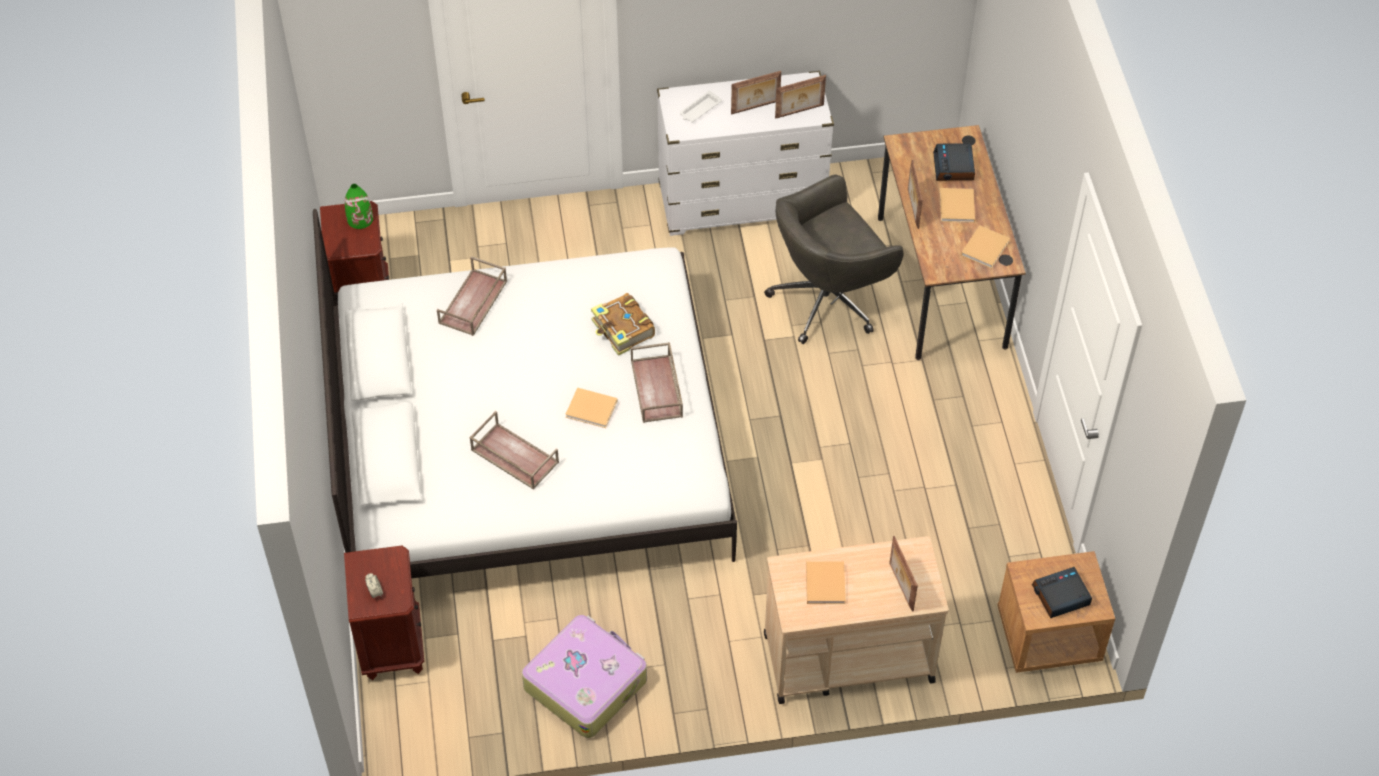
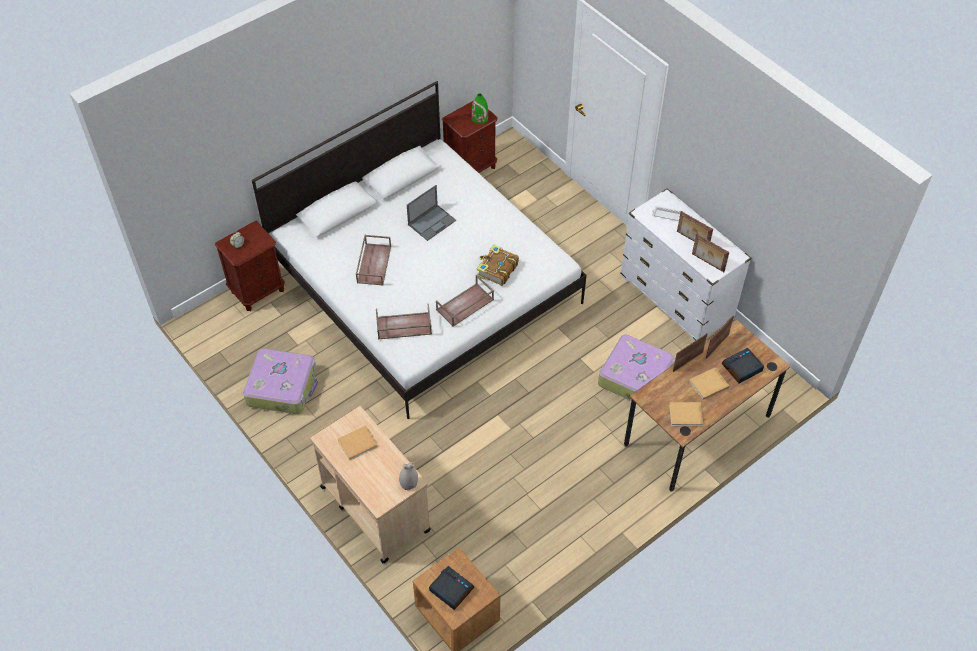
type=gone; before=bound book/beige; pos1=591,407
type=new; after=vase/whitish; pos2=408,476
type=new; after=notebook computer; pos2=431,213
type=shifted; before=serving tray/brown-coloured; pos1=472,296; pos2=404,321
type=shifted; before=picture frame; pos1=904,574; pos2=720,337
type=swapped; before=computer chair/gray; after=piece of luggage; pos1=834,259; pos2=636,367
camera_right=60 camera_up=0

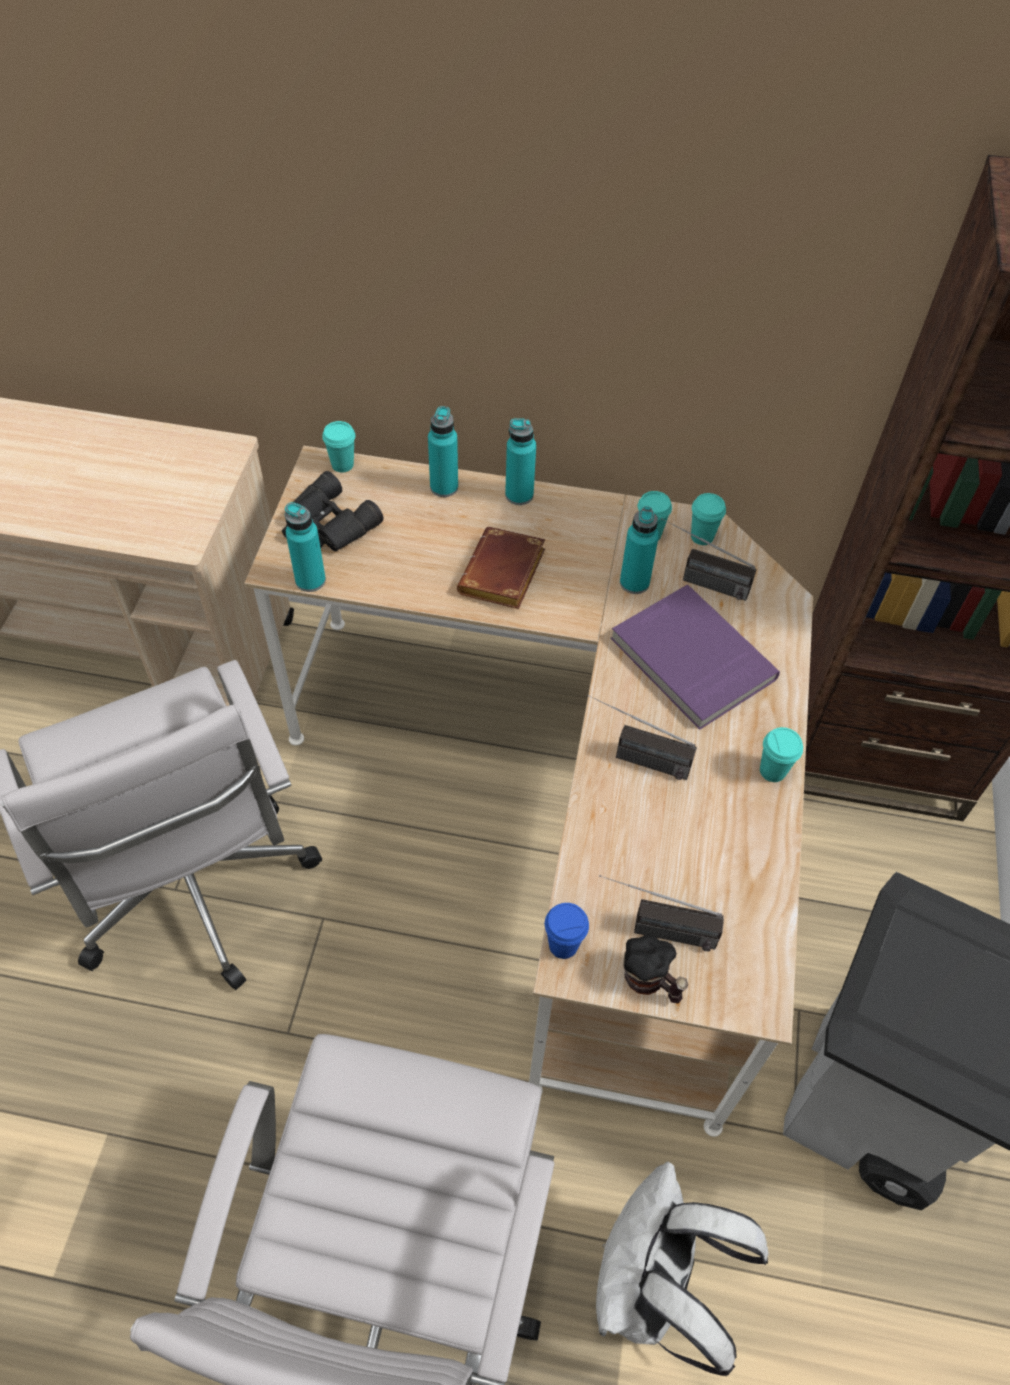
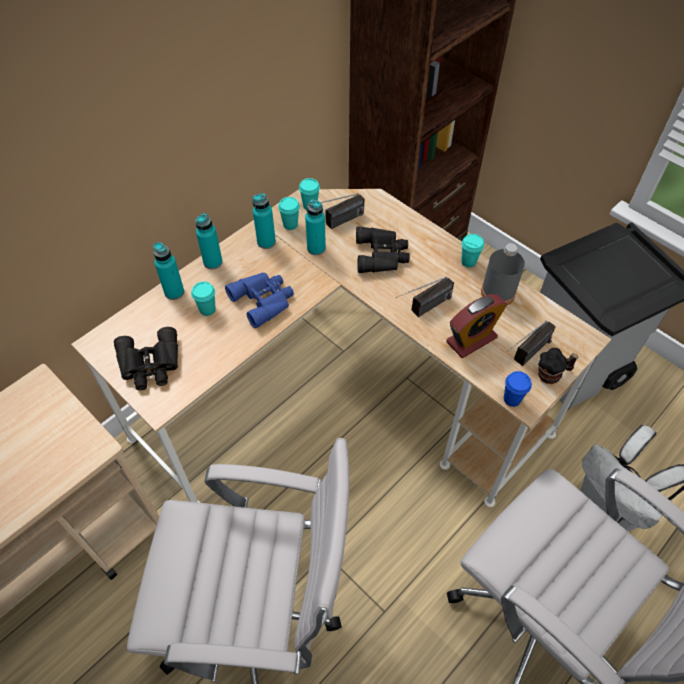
type=new; after=table clock; pos2=476,326
type=new; after=bottle/gray; pos2=503,274
type=shifted; before=bottle/turquoise; pos1=305,547; pos2=264,221
type=shifted; before=drinking cup/turquoise; pos1=339,447; pos2=203,298
type=swapped; before=bound book/brown-coloured; after=field glasses/blue; pos1=501,568; pos2=259,300
type=swapped; before=bound book/purple; after=field glasses/blackish; pos1=695,657; pos2=383,249
camera_right=-55 camera_up=0

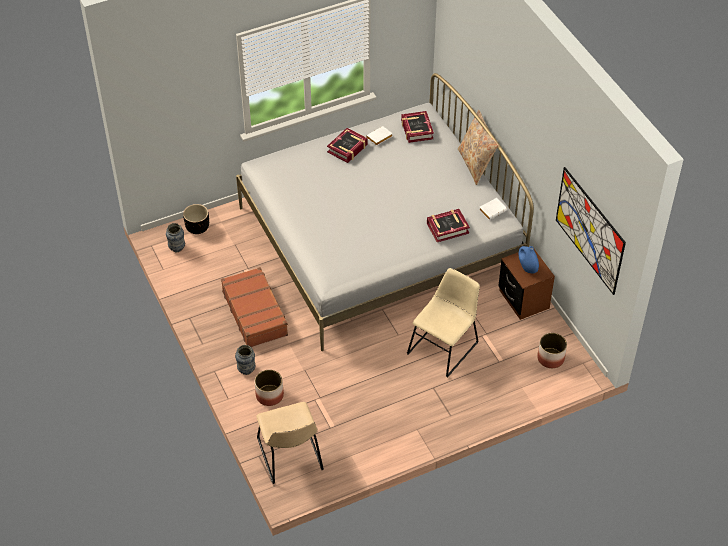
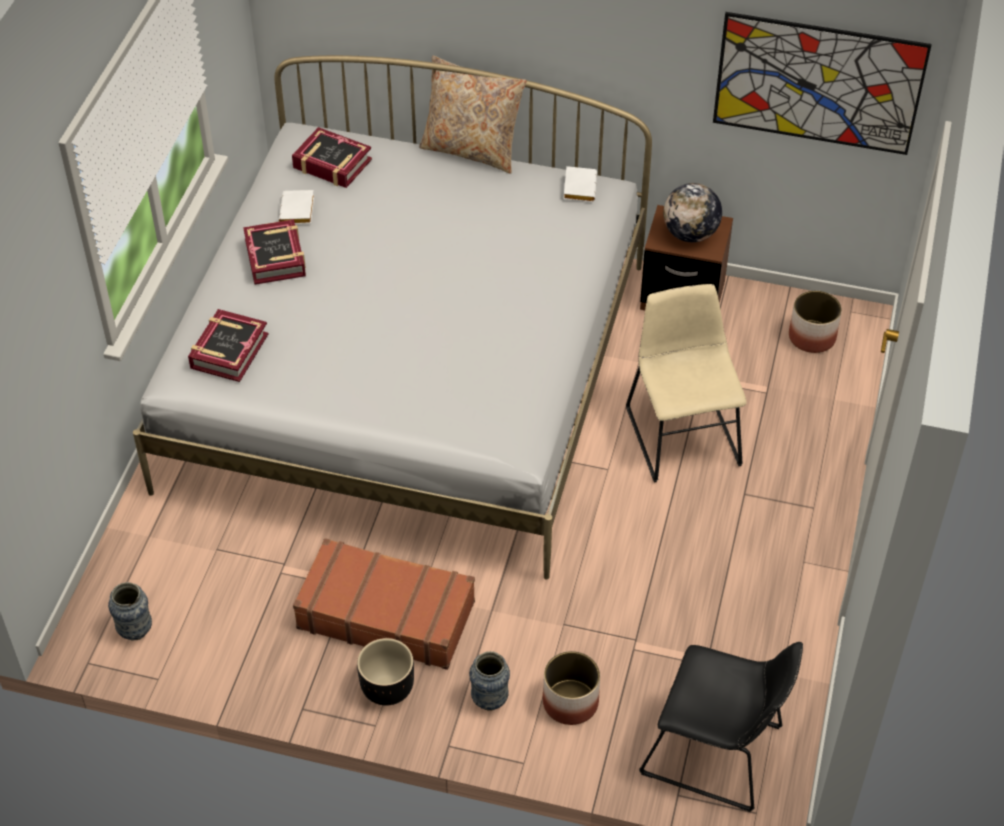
type=shifted; before=plant pot/blackish; pos1=196,219; pos2=385,672
type=shifted; before=bound book; pos1=448,225; pos2=228,345
type=swapped; before=vase/blue; after=world globe; pos1=529,259; pos2=692,212
type=repainted; before=plain chair/beige; after=plain chair/blackish; pos1=290,443; pos2=721,727
camera_right=-50 camera_up=0

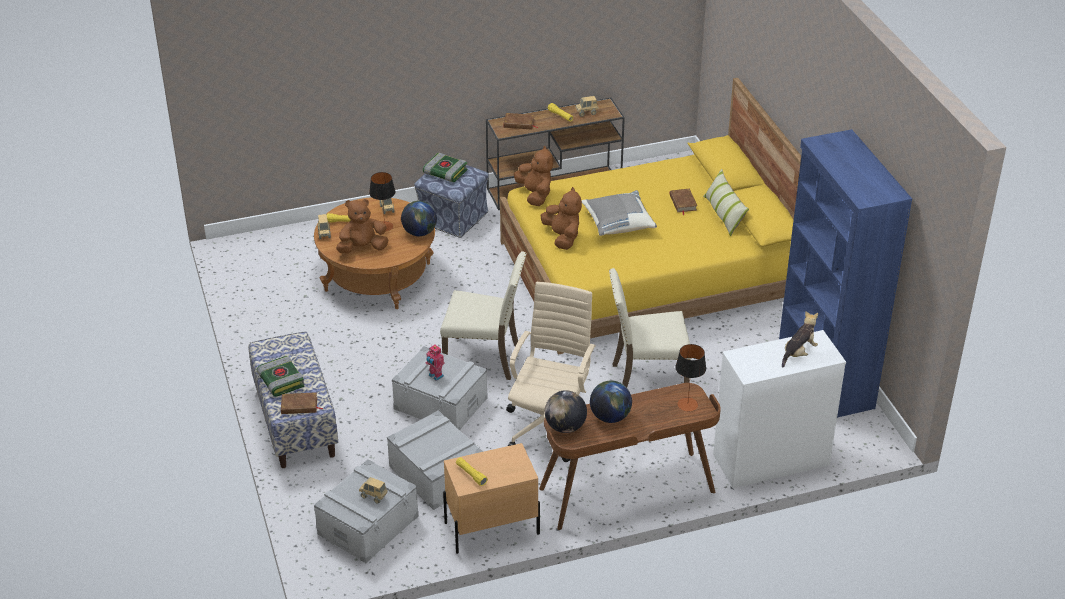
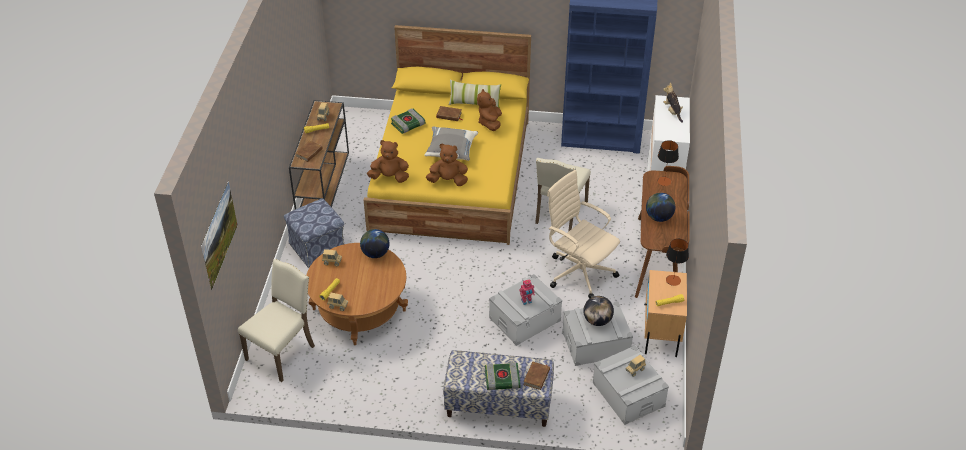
type=new; after=picture; pos2=219,236
type=shifted; before=soft toy/brown-coloured; pos1=362,226; pos2=489,110
type=shifted; before=table lamp; pos1=382,201; pos2=677,262
type=shifted; before=bound book; pos1=445,167; pos2=408,121
type=shifted; before=plain chair/beige; pos1=483,315; pos2=276,320
type=shifted; before=world globe; pos1=566,411; pos2=598,311
camera_right=-65 camera_up=5

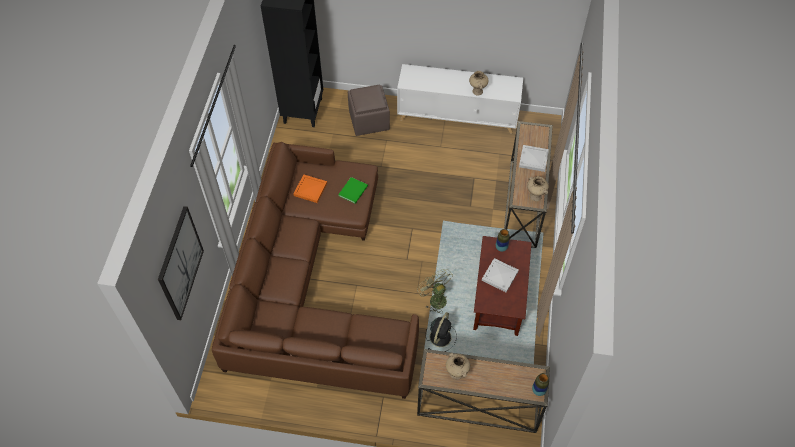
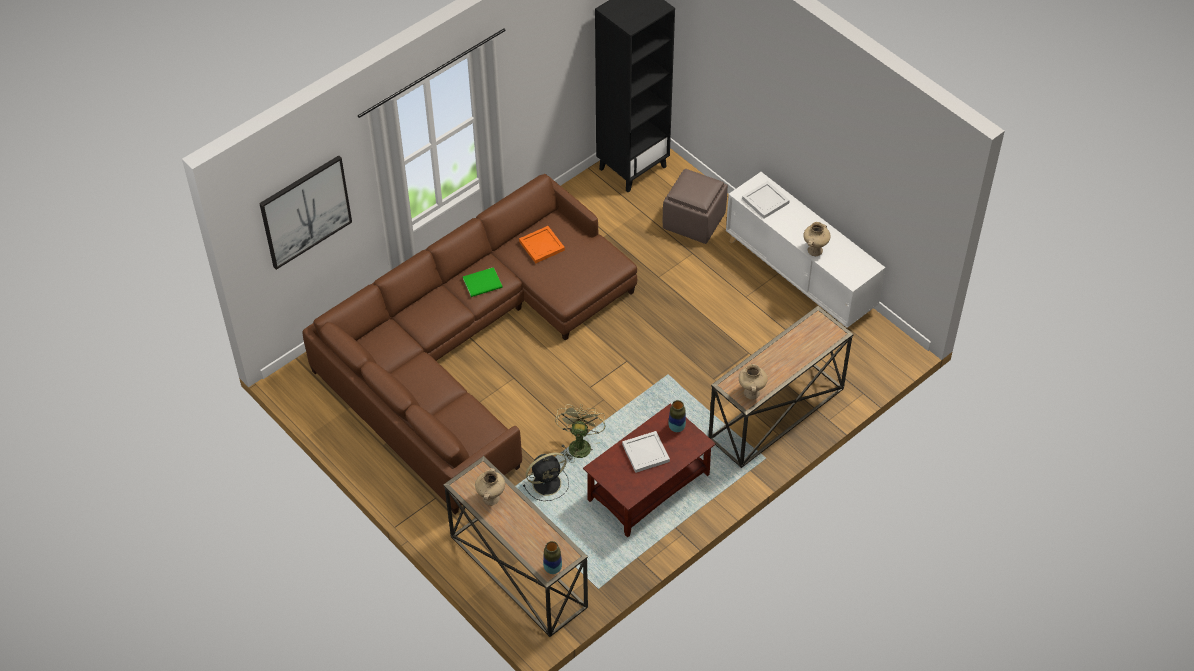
type=shifted; before=bound book/greenish; pos1=353,190; pos2=483,282
type=shifted; before=serving tray/whitish; pos1=534,158; pos2=766,200
camera_right=40 camera_up=-5

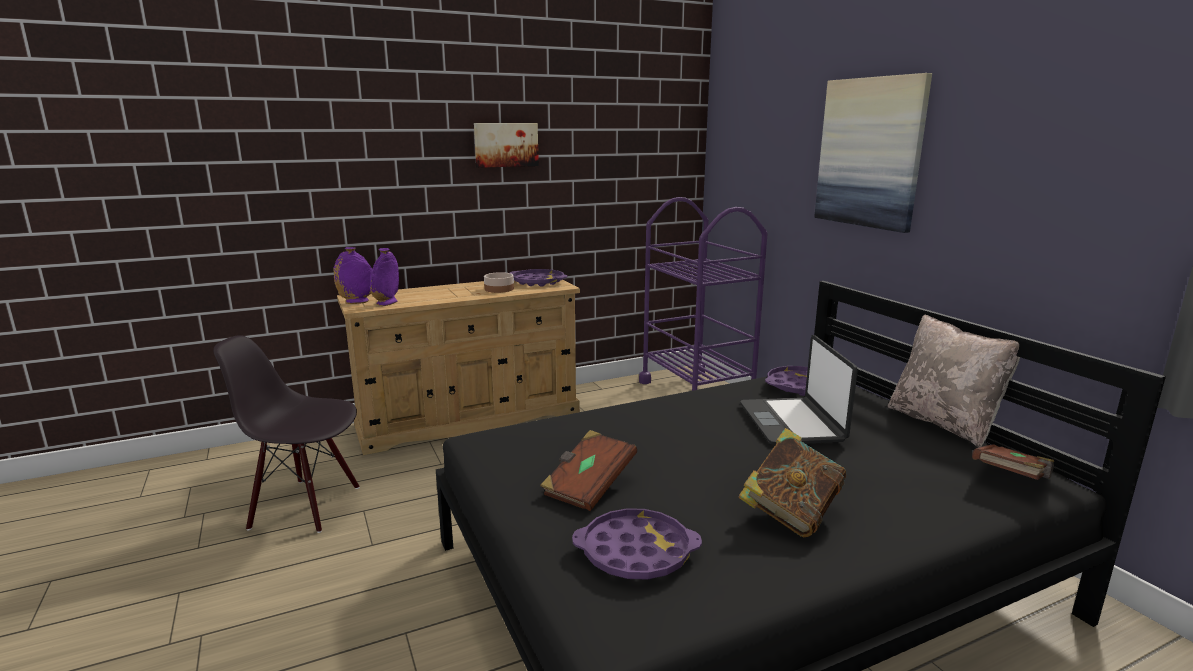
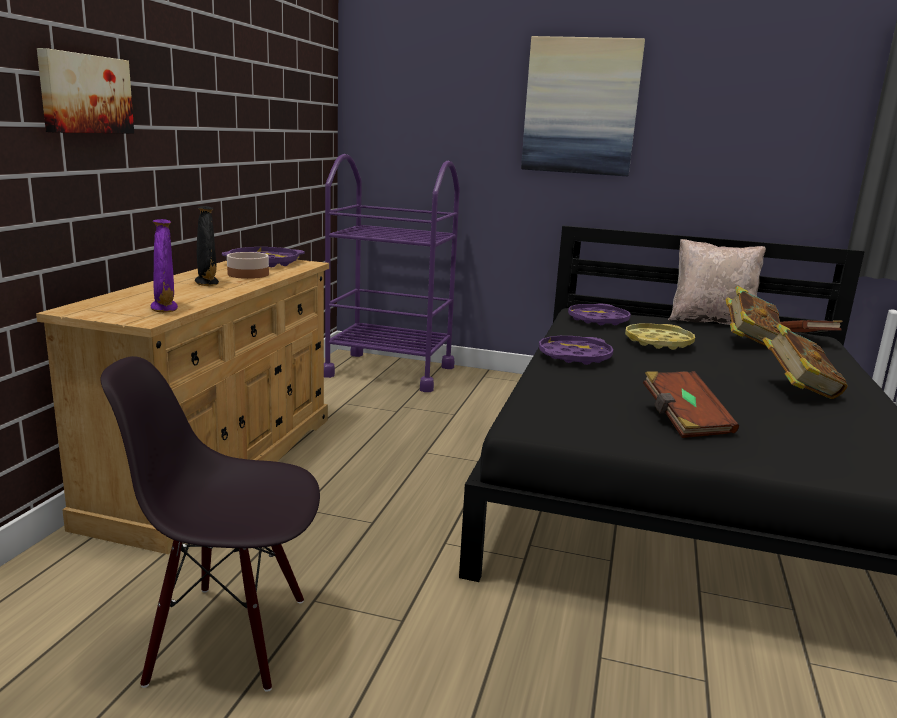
type=gone; before=vase/purple; pos1=353,275
type=new; after=vase/blackish; pos2=207,246
type=new; after=bound book; pos2=753,316
type=shifted; before=picture; pos1=506,145; pos2=85,90
type=shifted; before=serving tray/purple; pos1=637,543; pos2=576,350
type=swapped; before=notebook computer; after=serving tray/yellow; pos1=799,390; pos2=660,336
type=rotated; before=plain chair/blackish; pos1=286,434; pos2=210,524; turn=45
camera_right=-50 camera_up=0

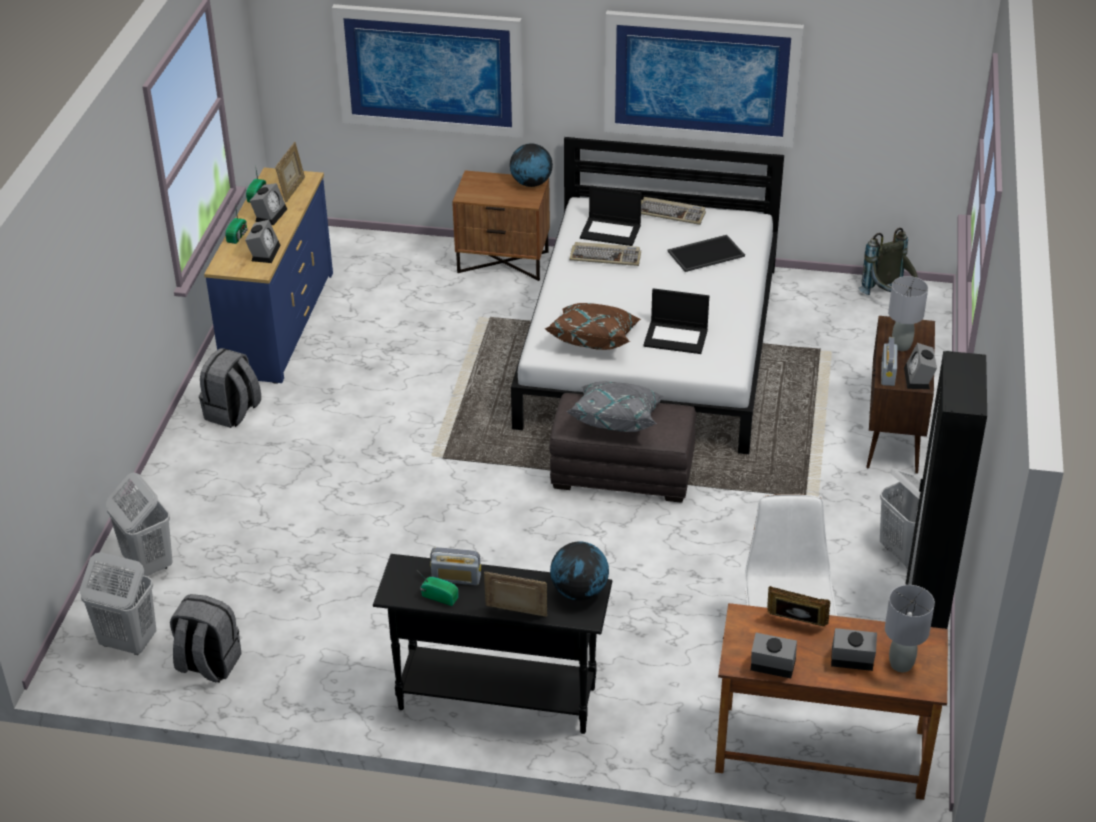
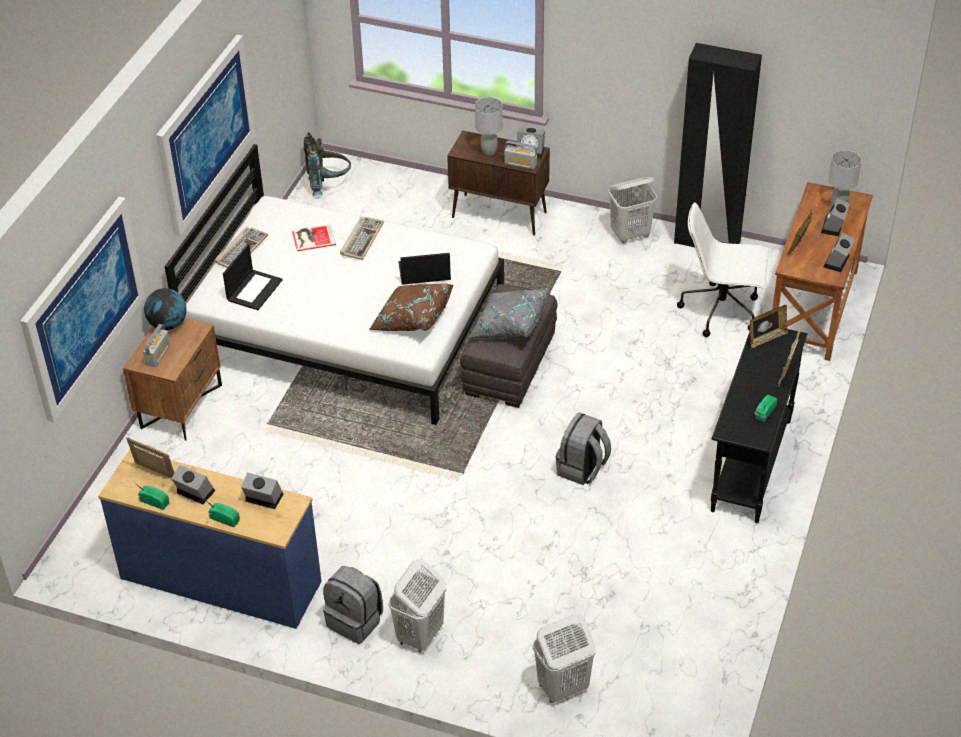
type=shifted; before=laundry basket/whitish; pos1=118,603; pos2=417,606
type=shifted; before=knapsack/gray; pos1=206,638; pos2=583,449
type=shifted; before=radio; pos1=455,566; pos2=156,345
type=shifted; before=computer keyboard; pos1=605,254; pos2=362,238
type=swapped; before=world globe; after=picture frame; pos1=579,571; pos2=769,326
type=swapped; before=serving tray; after=bound book; pos1=706,253; pos2=314,237
type=rotated; before=notebook computer; pos1=676,321; pos2=424,269; turn=-120
camera_right=-80 camera_up=5

